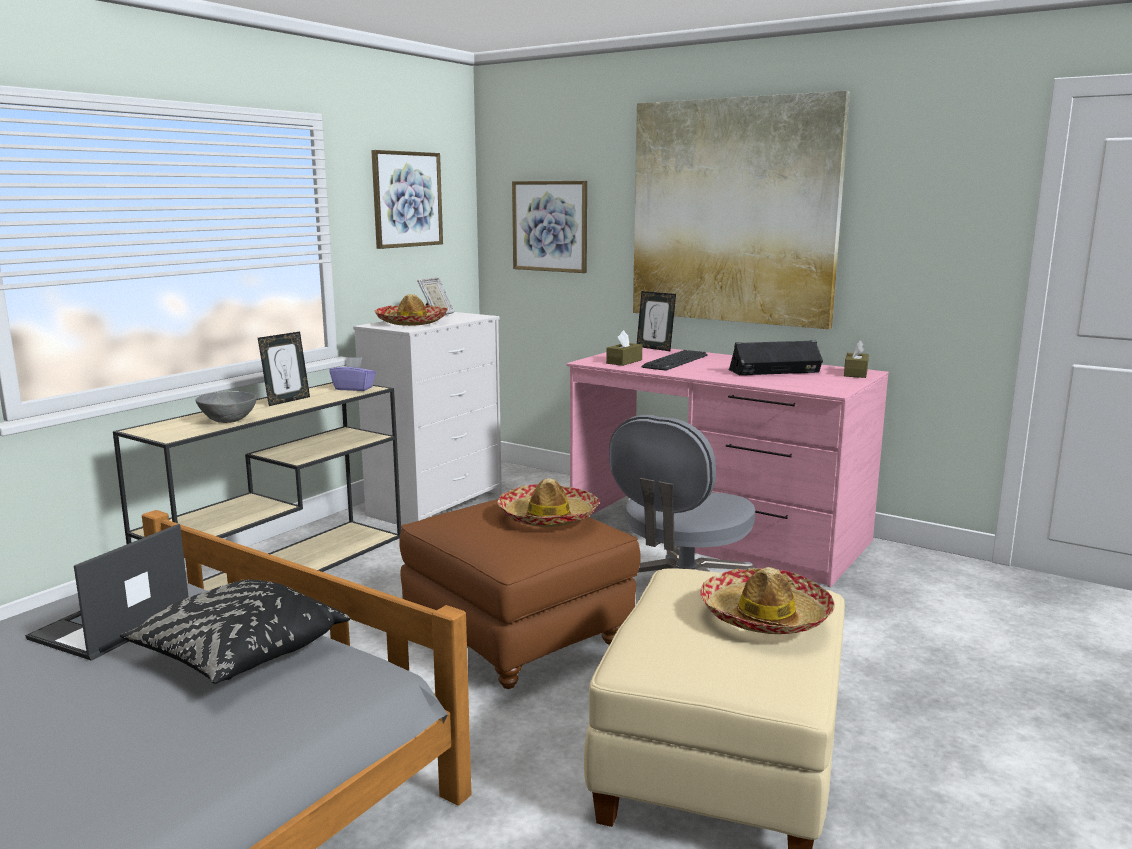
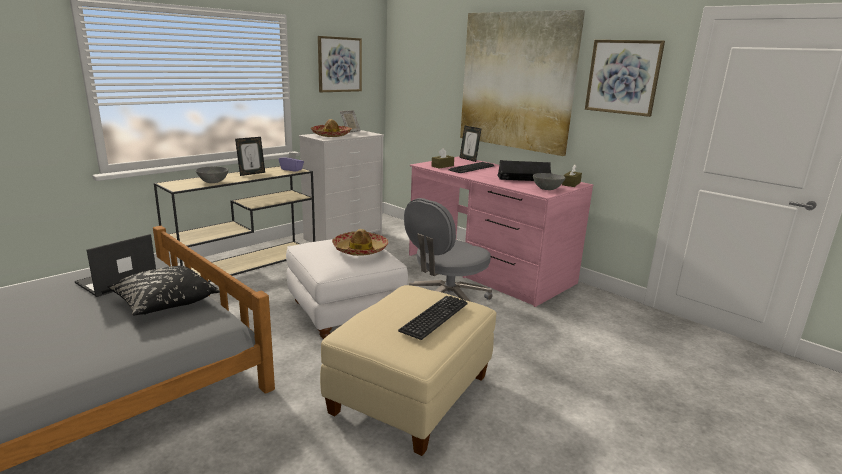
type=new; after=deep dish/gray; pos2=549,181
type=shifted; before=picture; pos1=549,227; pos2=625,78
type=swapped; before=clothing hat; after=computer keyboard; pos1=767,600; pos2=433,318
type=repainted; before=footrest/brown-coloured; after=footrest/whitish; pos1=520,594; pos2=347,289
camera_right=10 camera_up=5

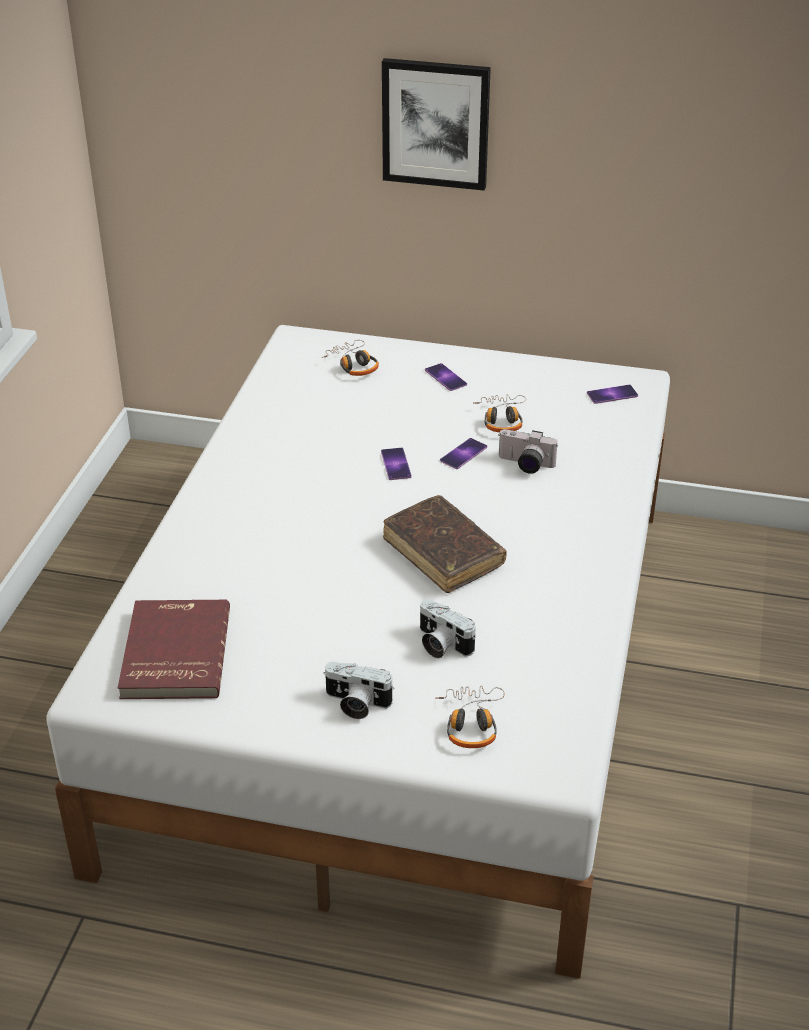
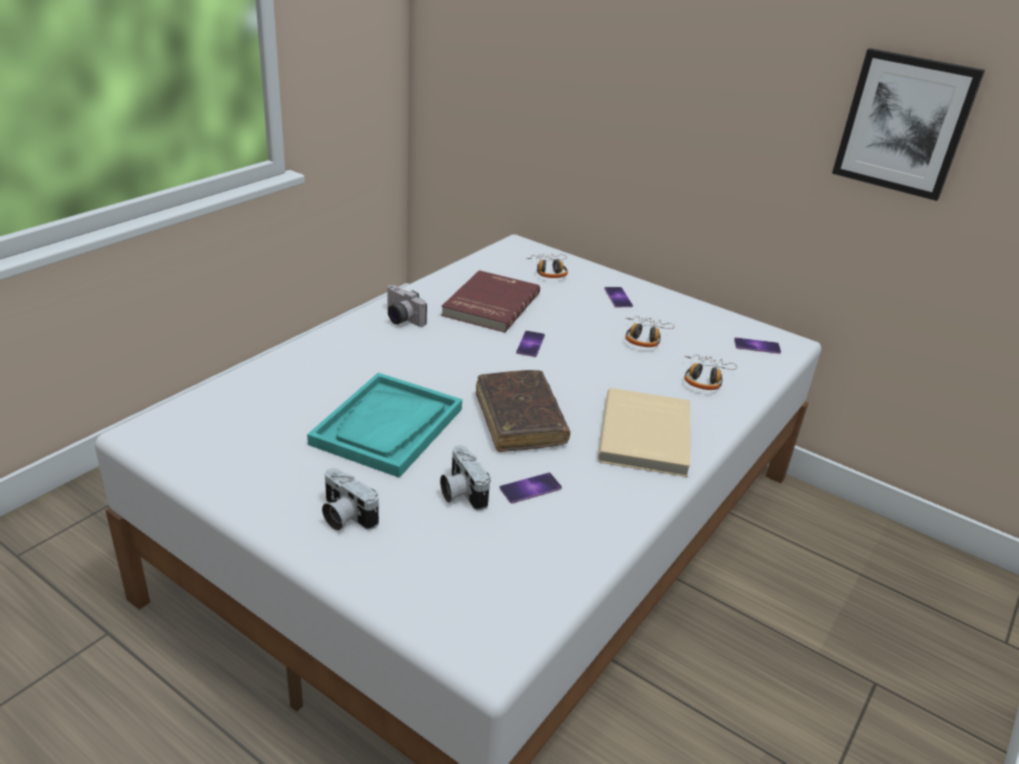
type=new; after=serving tray/turquoise; pos2=384,425
type=new; after=bound book/beige; pos2=644,432
type=shifted; before=bound book/red; pos1=174,649; pos2=490,301
type=shifted; before=picture; pos1=436,124; pos2=908,124
type=shifted; before=pair of headphones; pos1=470,716; pos2=710,372
type=shifted; before=phone; pos1=463,453; pos2=530,488
type=shifted; before=photo camera; pos1=528,451; pos2=407,306
camera_right=20 camera_up=-5

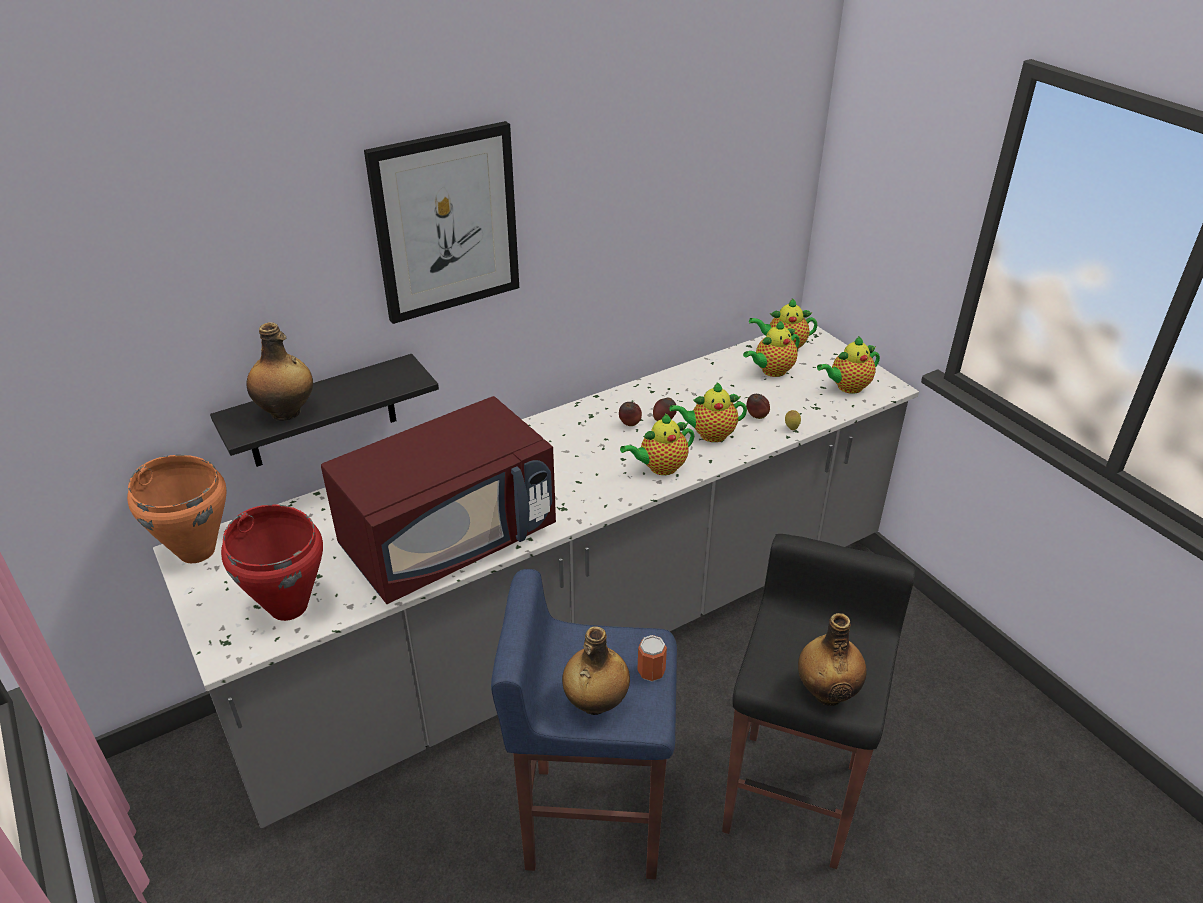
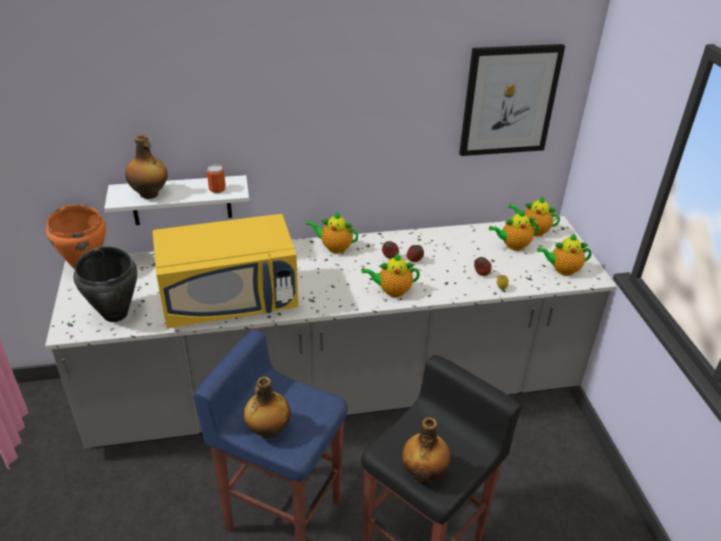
type=shifted; before=picture; pos1=441,222; pos2=512,100
type=shifted; before=sealed can; pos1=652,658; pos2=216,178
type=shifted; before=teapot; pos1=708,412; pos2=332,233
type=repainted; before=bracket shelf/blackish; after=bracket shelf/whitish; pos1=324,410; pos2=176,200
type=repainted; before=stockpot/red; after=stockpot/blackish; pos1=272,562; pos2=106,284
type=repainted; before=kitchen microwave/red; after=kitchen microwave/yellow; pos1=438,500; pos2=225,271
camera_right=20 camera_up=0

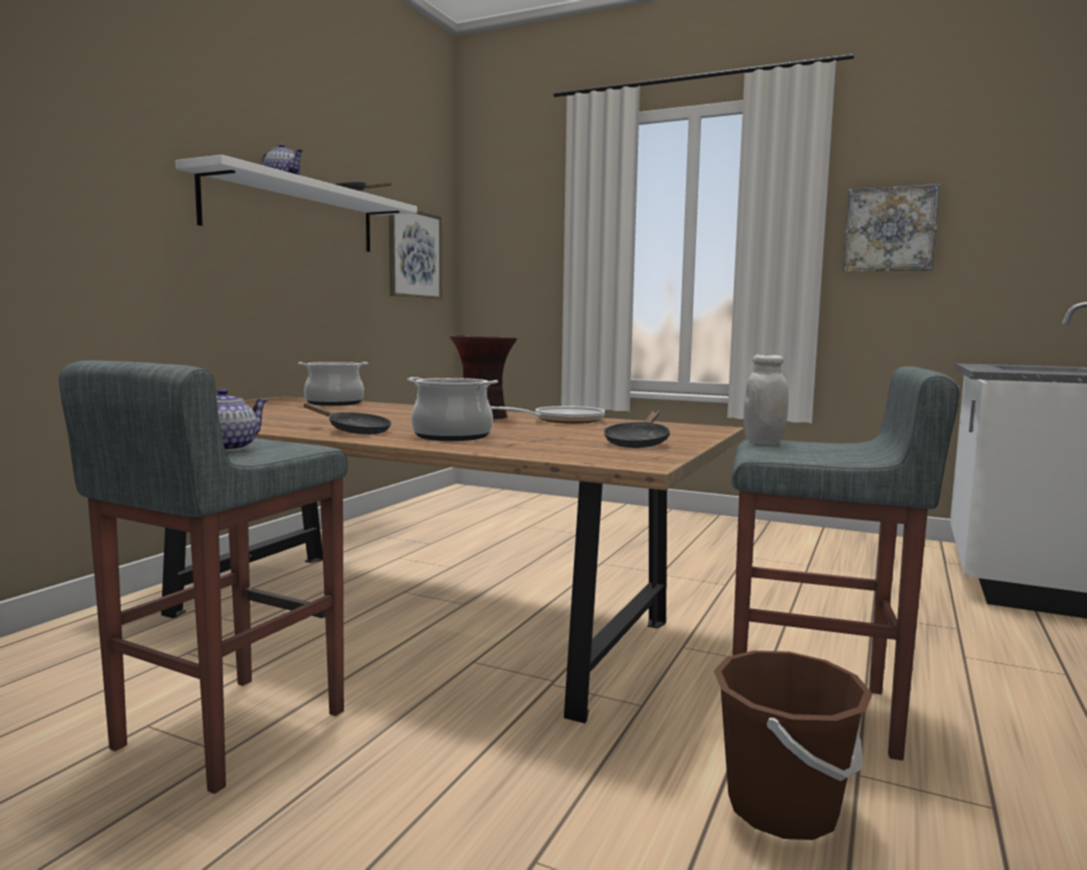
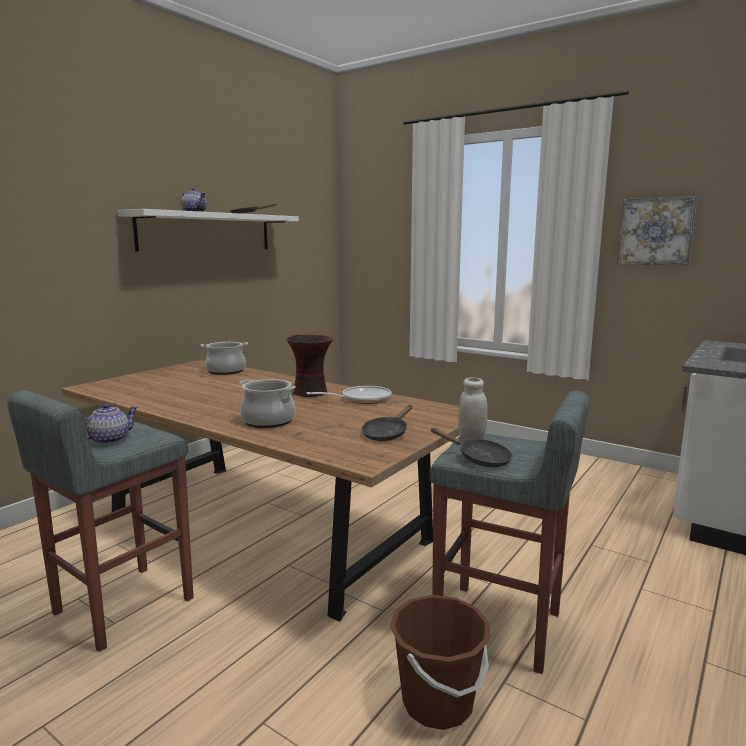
type=gone; before=picture; pos1=415,255
type=shifted; before=frying pan/blackish; pos1=347,418; pos2=471,447
camera_right=10 camera_up=5

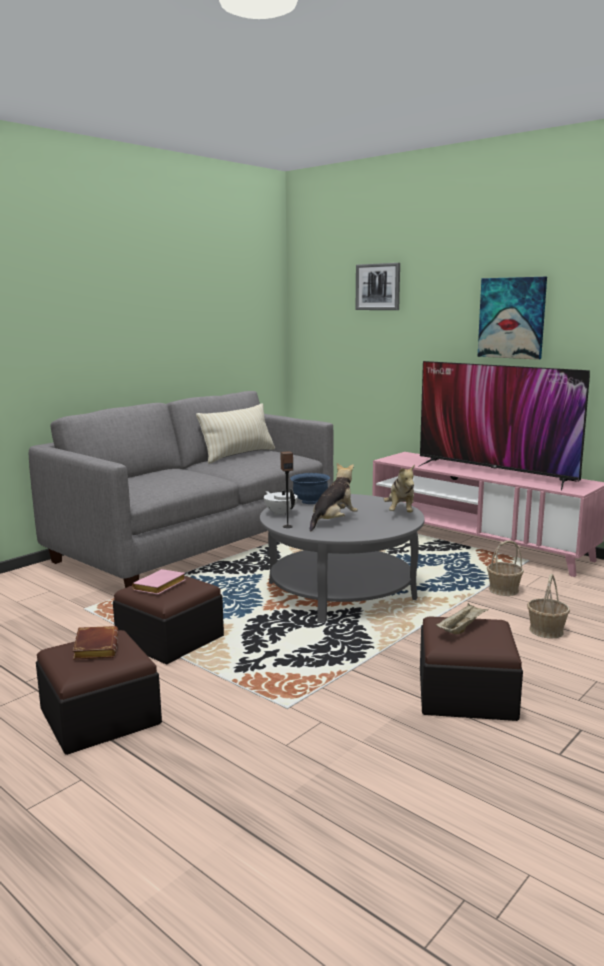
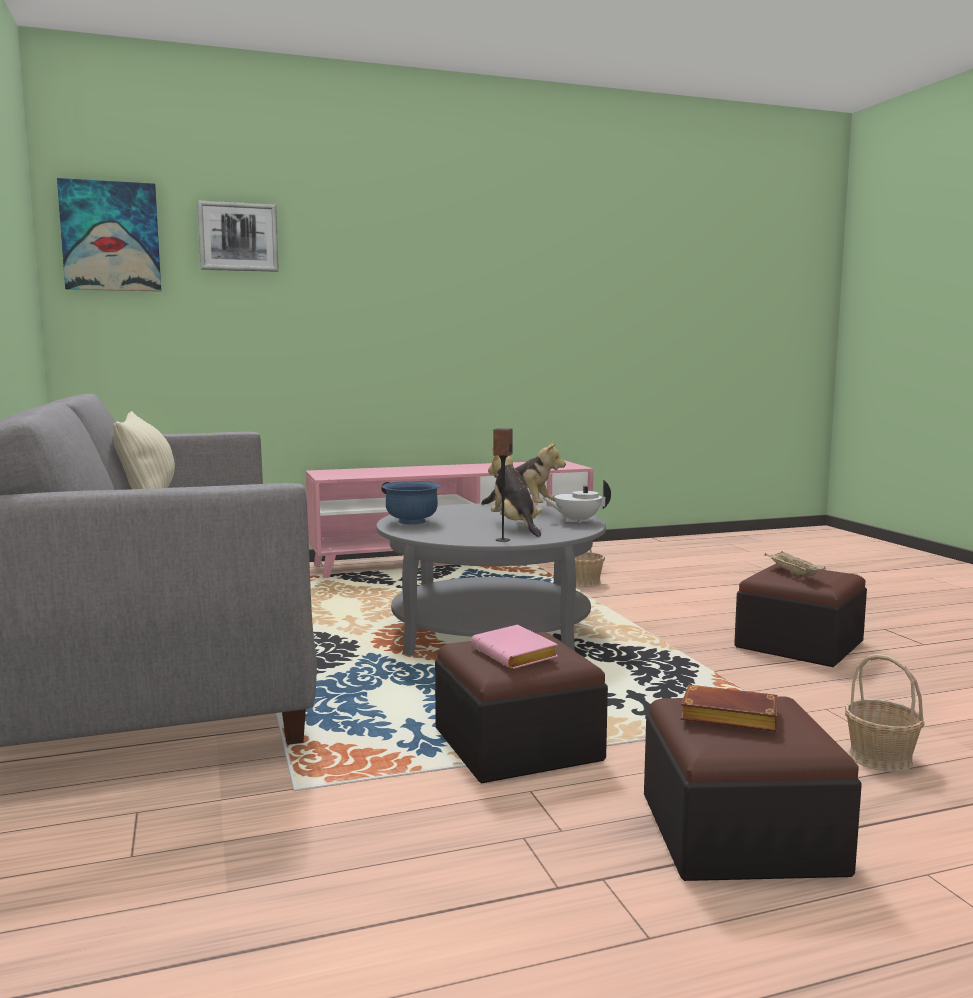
type=gone; before=TV set; pos1=504,426
type=shifted; before=teapot/whitish; pos1=281,502; pos2=576,502
type=shifted; before=picture; pos1=512,318; pos2=109,235
type=shifted; before=household basket; pos1=548,606; pos2=884,713
camera_right=-60 camera_up=-5

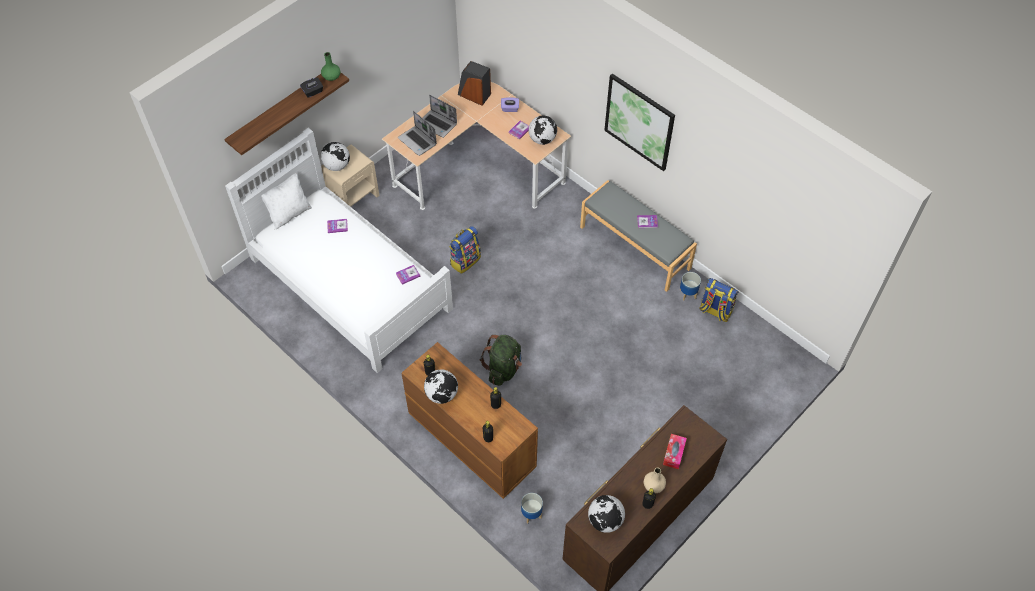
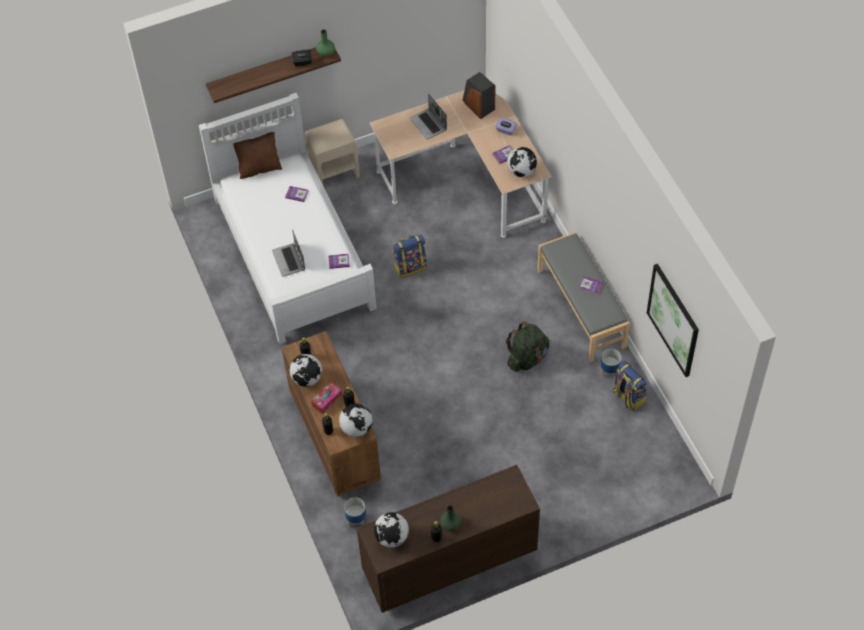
type=shifted; before=world globe; pos1=335,156; pos2=355,420
type=shifted; before=notebook computer; pos1=417,133; pos2=288,253
type=shifted; before=knapsack/greenish; pos1=501,360; pos2=527,346
type=shifted; before=picture; pos1=639,122; pos2=673,320
type=shifted; before=tissue holder; pos1=675,451; pos2=326,398
type=repainted; before=pillow/whitish; after=pillow/brown-coloured; pos1=286,201; pos2=257,155
type=repainted; before=vase/beige; after=vase/greenish; pos1=655,480; pos2=451,518
camera_right=25 camera_up=0

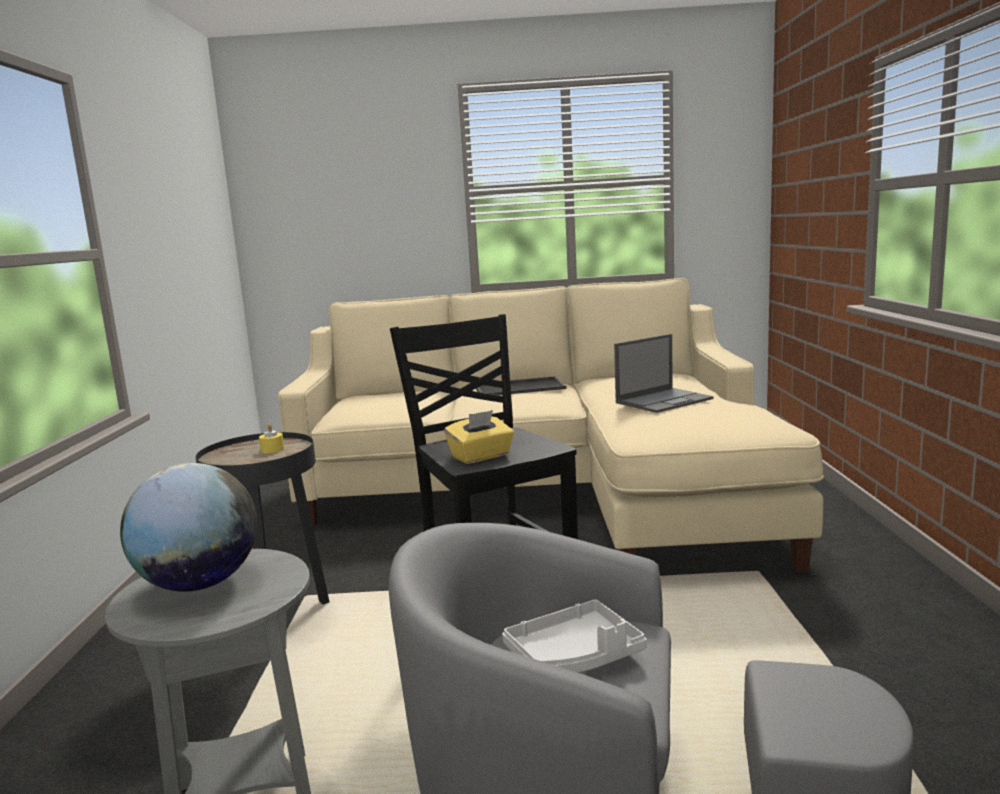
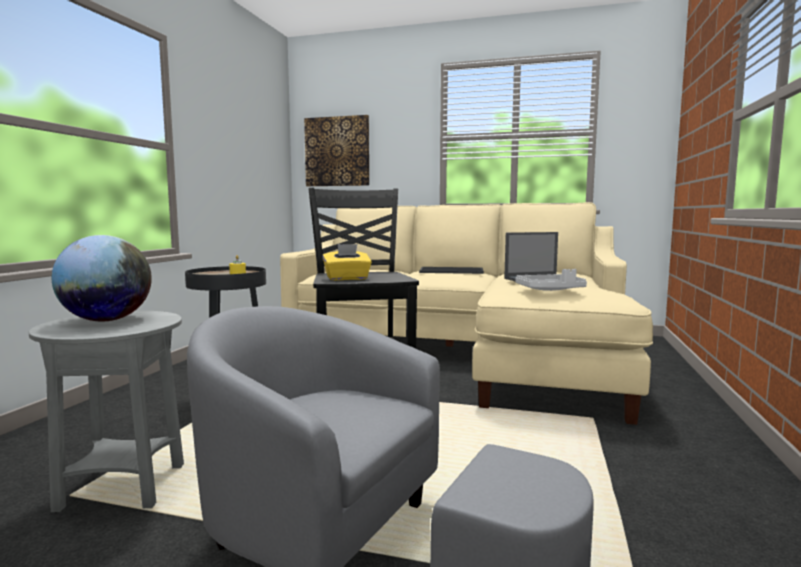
type=new; after=picture; pos2=336,150
type=shifted; before=serving tray/gray; pos1=574,636; pos2=551,280
camera_right=15 camera_up=-5

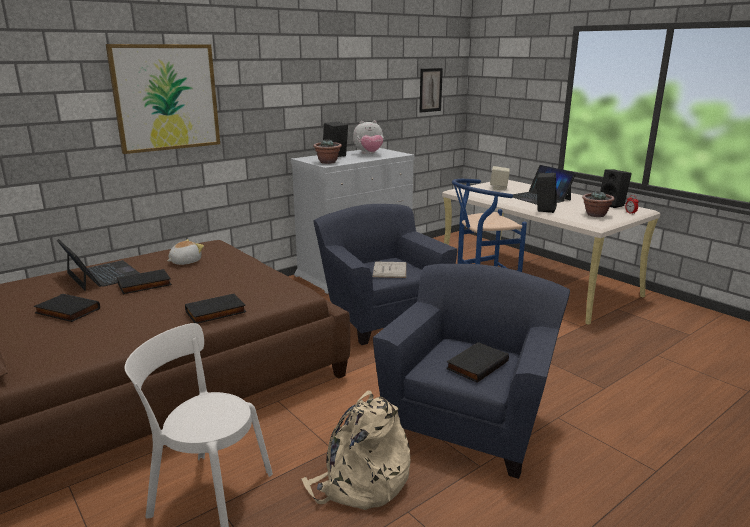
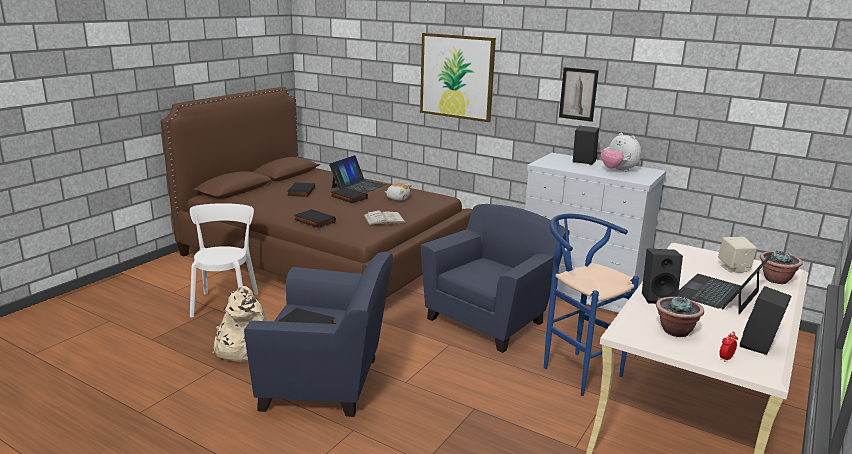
type=shifted; before=houseplant; pos1=327,151; pos2=781,267
type=shifted; before=bound book/whitish; pos1=389,269; pos2=384,218
type=shifted; before=picture; pos1=431,90; pos2=579,94
camera_right=70 camera_up=0

